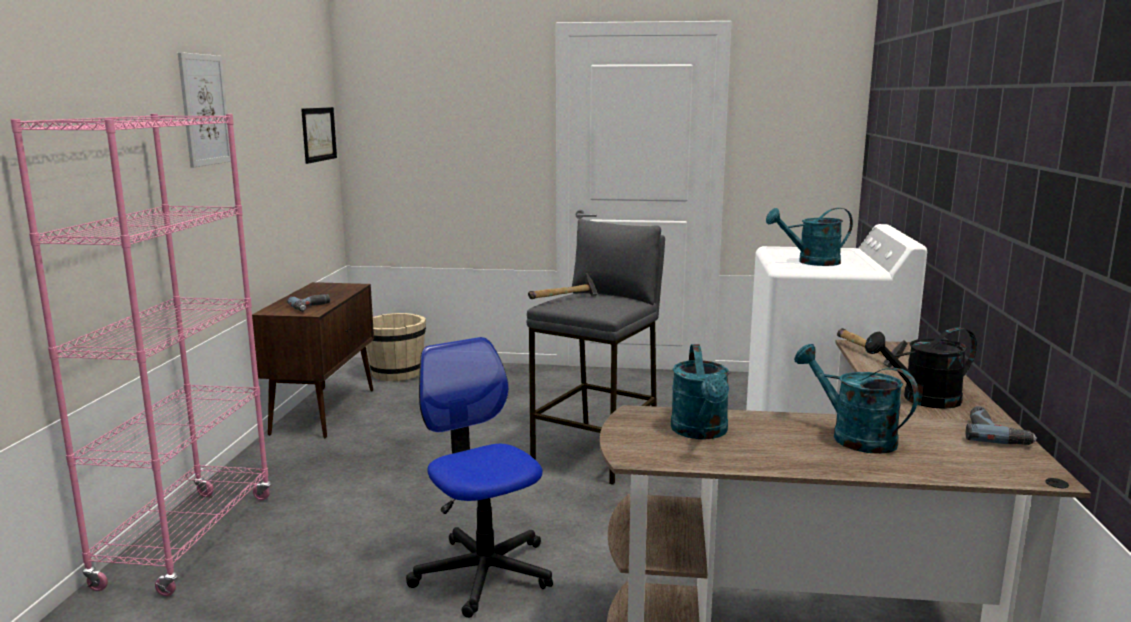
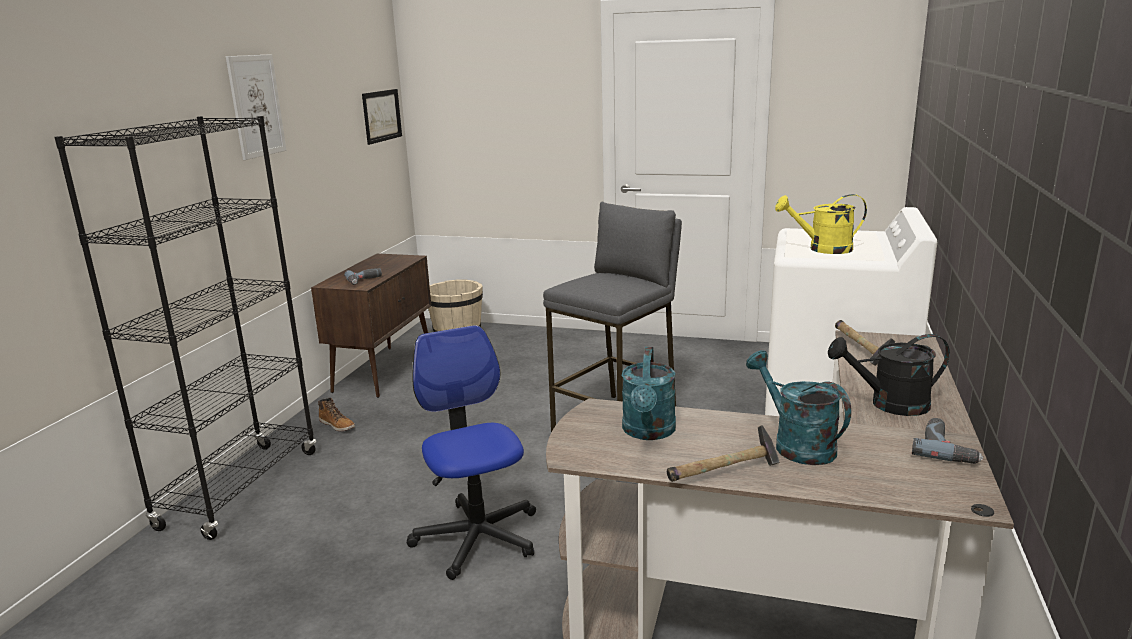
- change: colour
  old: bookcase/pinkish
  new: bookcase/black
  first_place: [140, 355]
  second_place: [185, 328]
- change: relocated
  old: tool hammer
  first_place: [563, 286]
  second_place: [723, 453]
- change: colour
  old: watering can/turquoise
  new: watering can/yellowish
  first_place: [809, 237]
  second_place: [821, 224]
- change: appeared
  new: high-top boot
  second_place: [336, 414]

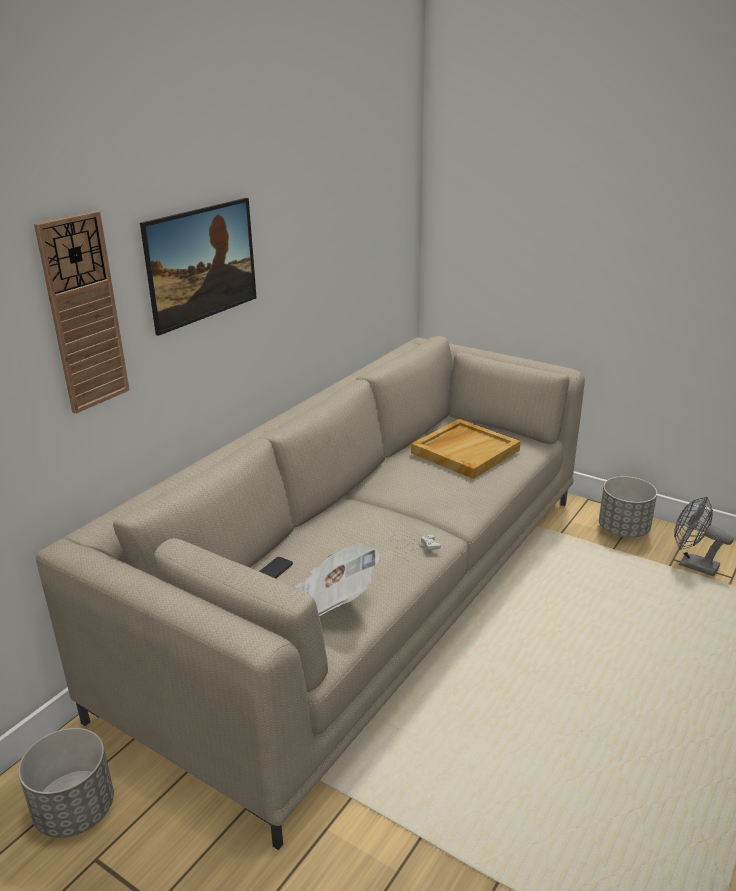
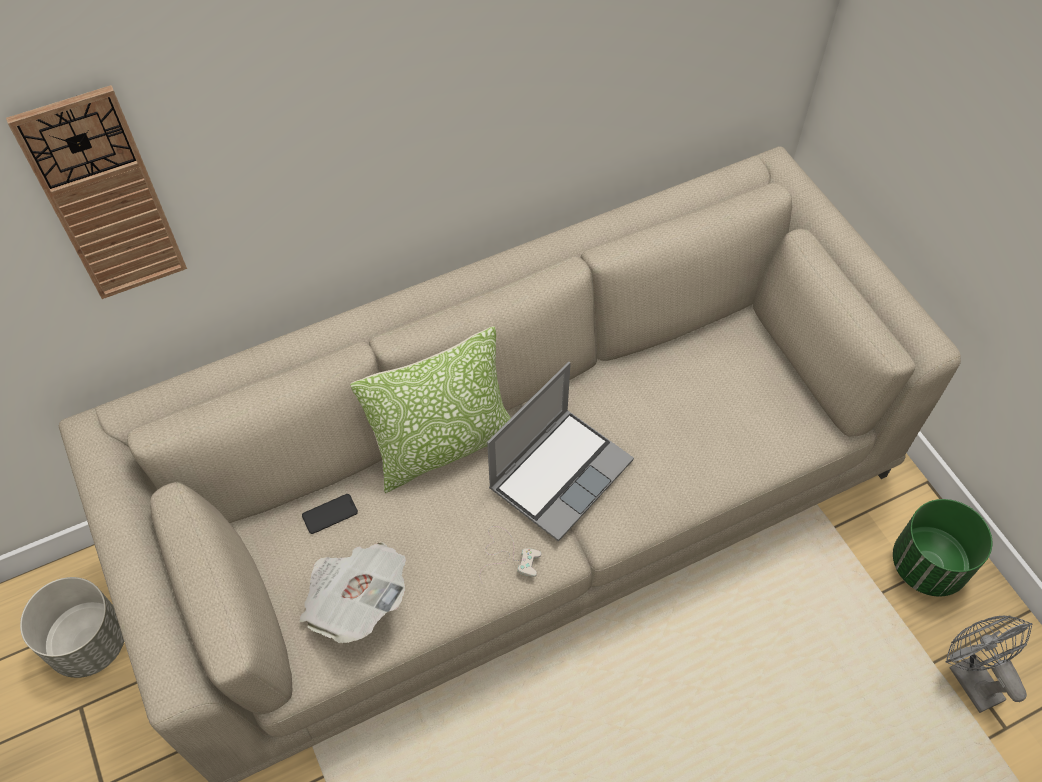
- change: missing
  old: wall art
  first_place: [198, 267]
- change: missing
  old: serving tray/beige
  first_place: [466, 449]
- change: colour
  old: plant pot/gray
  new: plant pot/green-coloured
  first_place: [628, 507]
  second_place: [942, 548]
- change: appeared
  new: pillow
  second_place: [430, 409]
- change: appeared
  new: portable computer
  second_place: [560, 452]

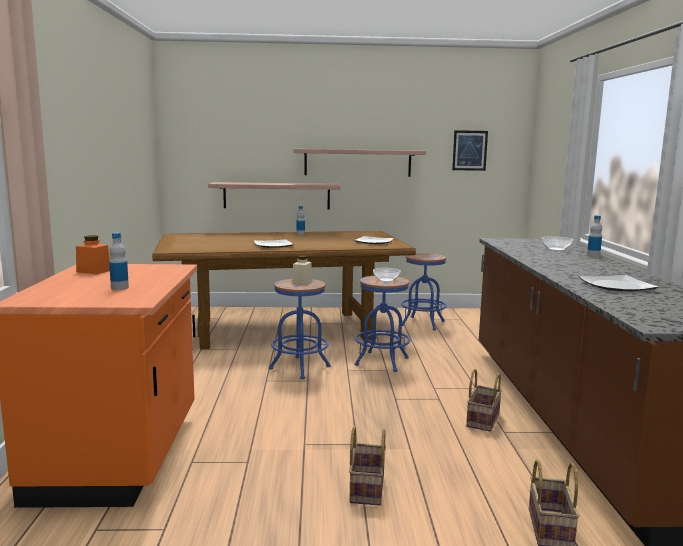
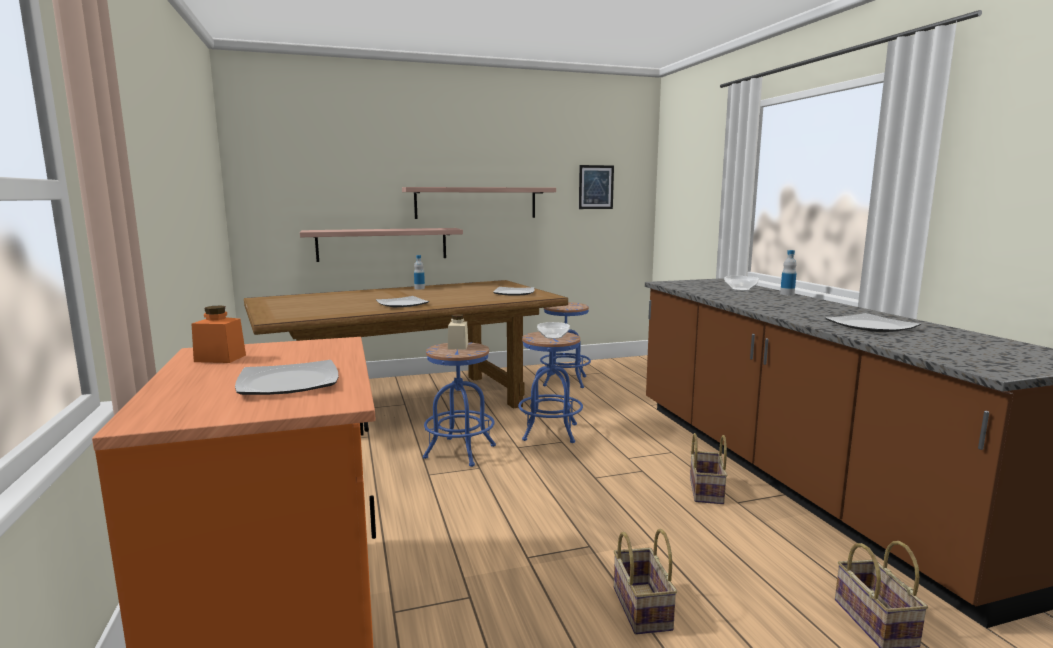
- change: exchanged
  old: drink bottle
  new: dinner plate
  first_place: [119, 261]
  second_place: [287, 377]

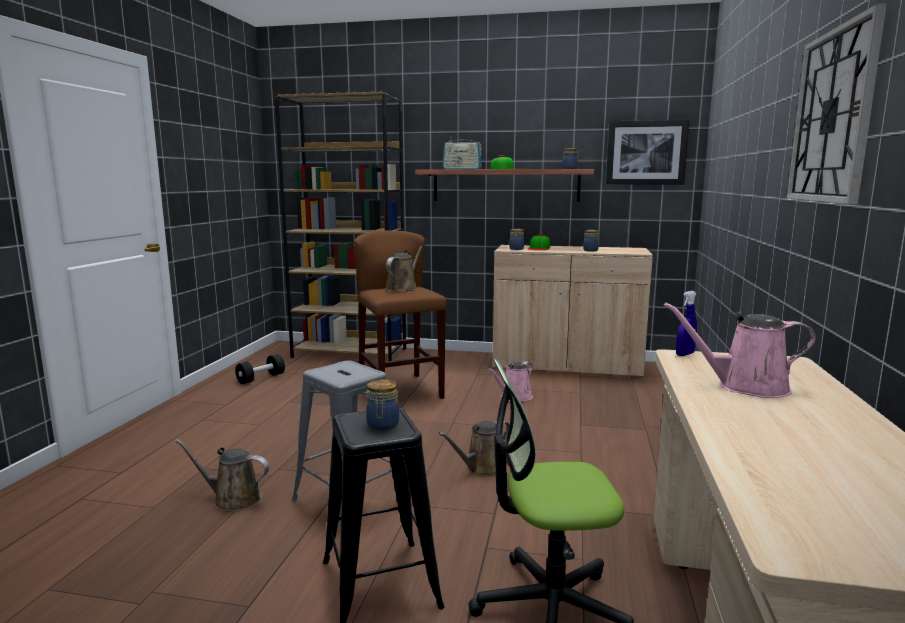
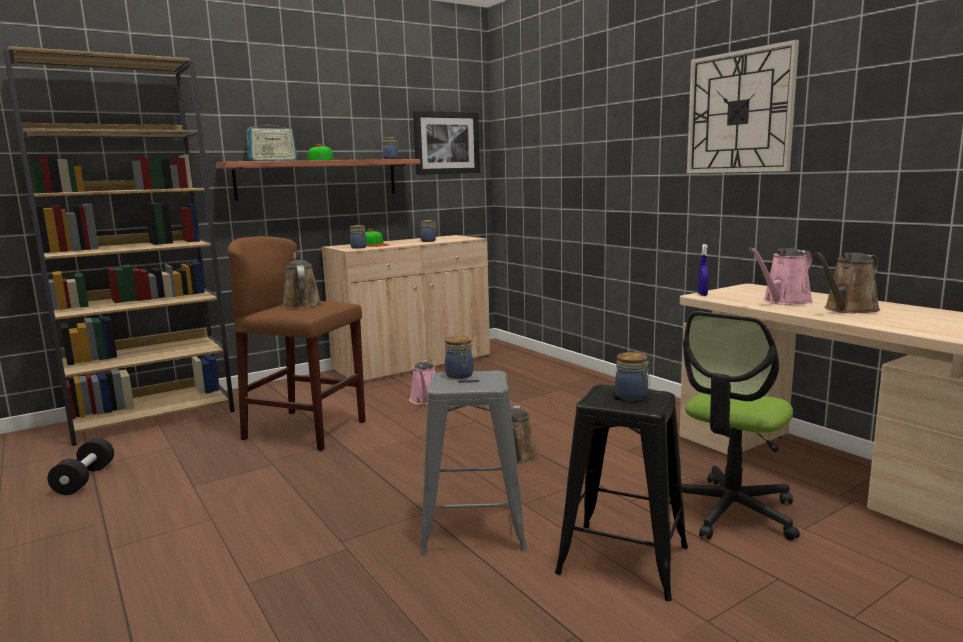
- change: relocated
  old: watering can/brownish
  first_place: [222, 475]
  second_place: [847, 282]
- change: appeared
  new: preserve jar
  second_place: [459, 357]

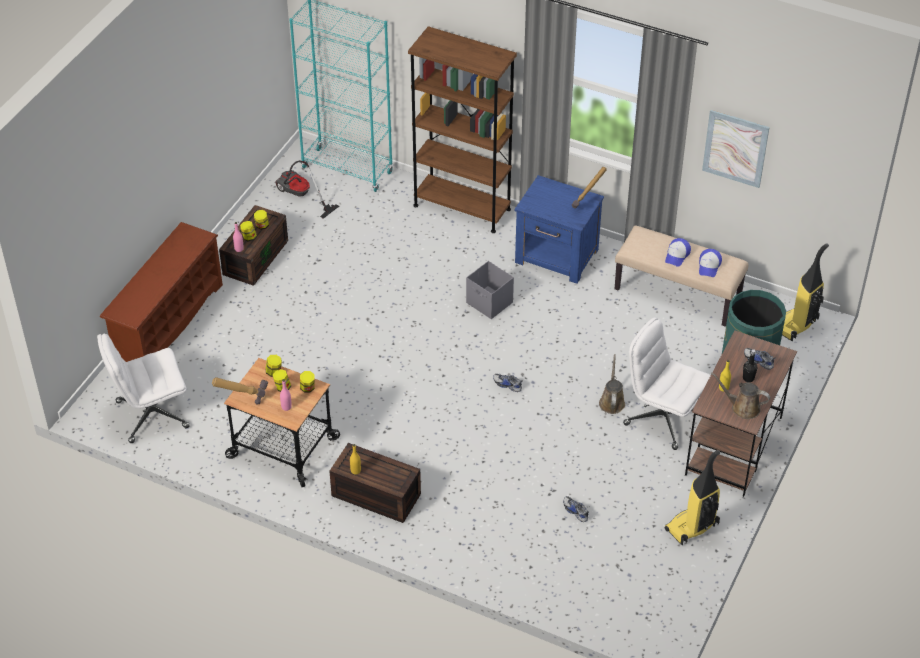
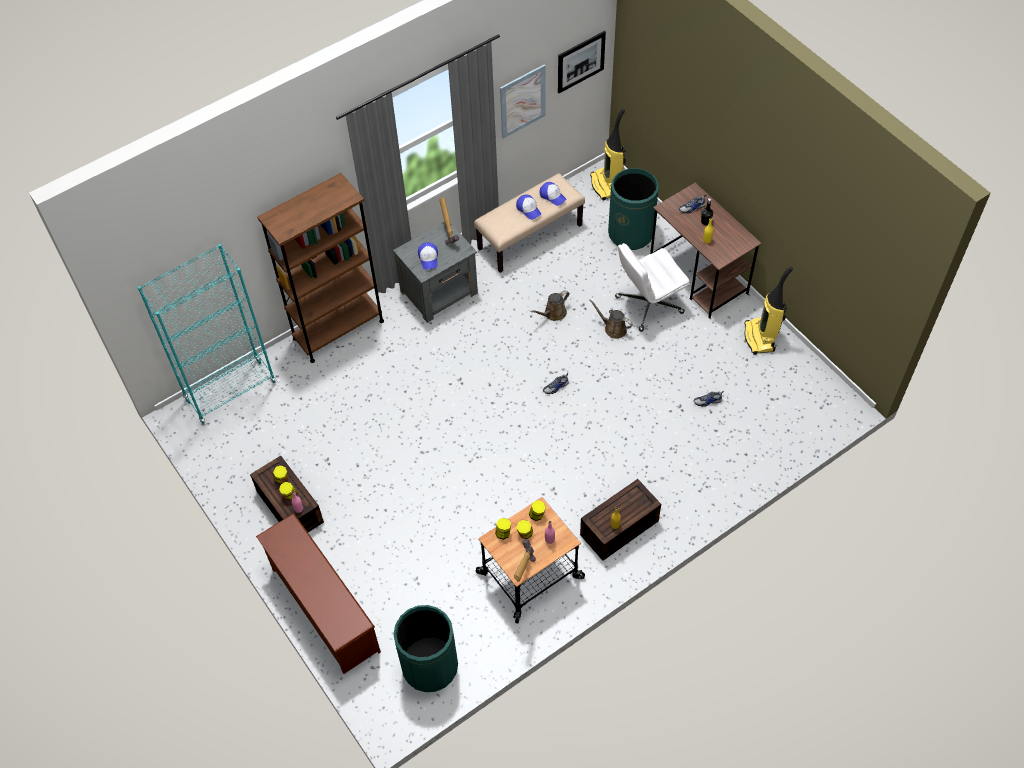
- change: exchanged
  old: office chair/whitish
  new: waste bin/green-coloured
  first_place: [143, 388]
  second_place: [425, 648]
- change: missing
  old: vacuum cleaner
  first_place: [307, 189]
- change: missing
  old: storage container/gray
  first_place: [490, 290]
- change: colour
  old: night table/blue-coloured
  new: night table/gray
  first_place: [559, 229]
  second_place: [435, 272]
- change: relocated
  old: watering can/brownish
  first_place: [740, 395]
  second_place: [550, 305]
- change: appeared
  new: baseball cap
  second_place: [428, 256]
- change: appeared
  new: wall art
  second_place: [582, 62]

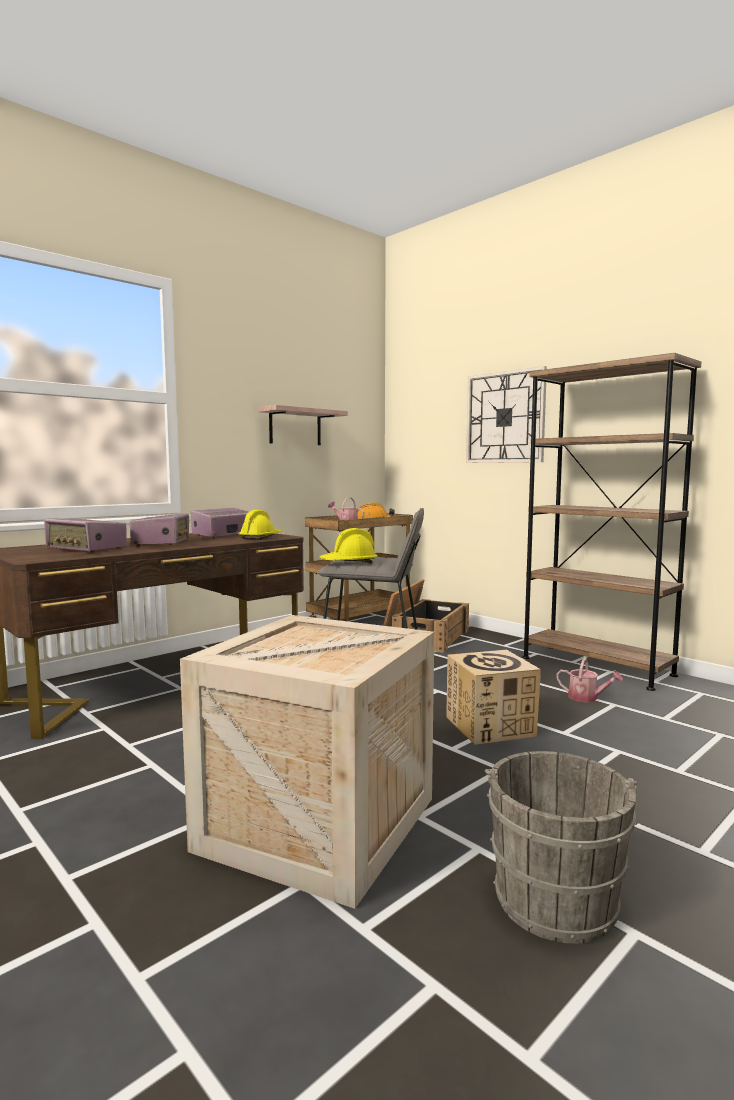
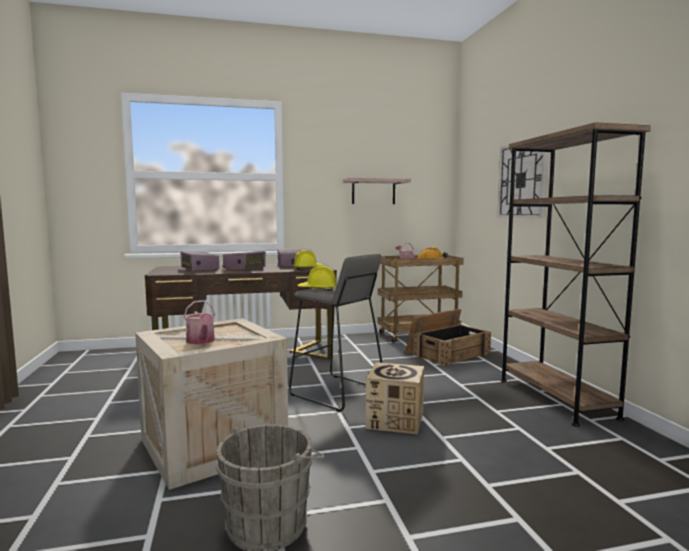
- change: relocated
  old: watering can
  first_place: [589, 680]
  second_place: [199, 322]

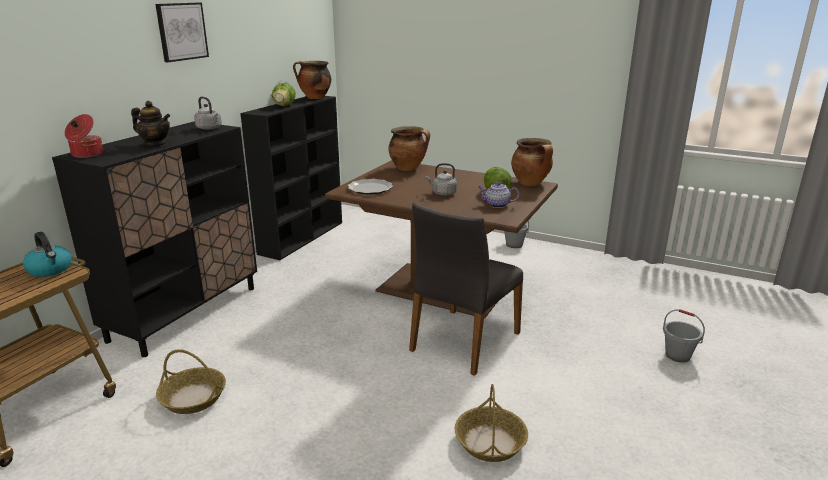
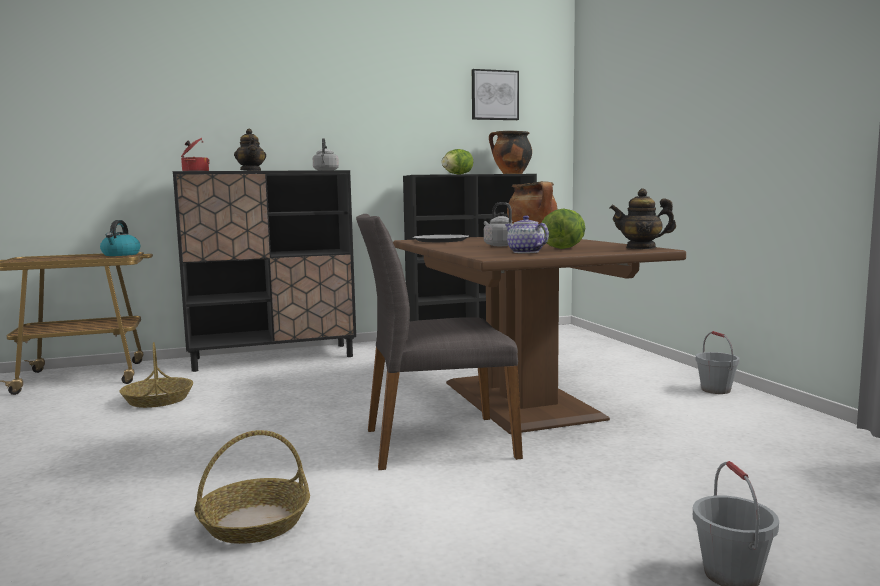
- change: relocated
  old: wall art
  first_place: [182, 32]
  second_place: [495, 94]
- change: exchanged
  old: saucepot
  new: teapot
  first_place: [532, 162]
  second_place: [643, 218]

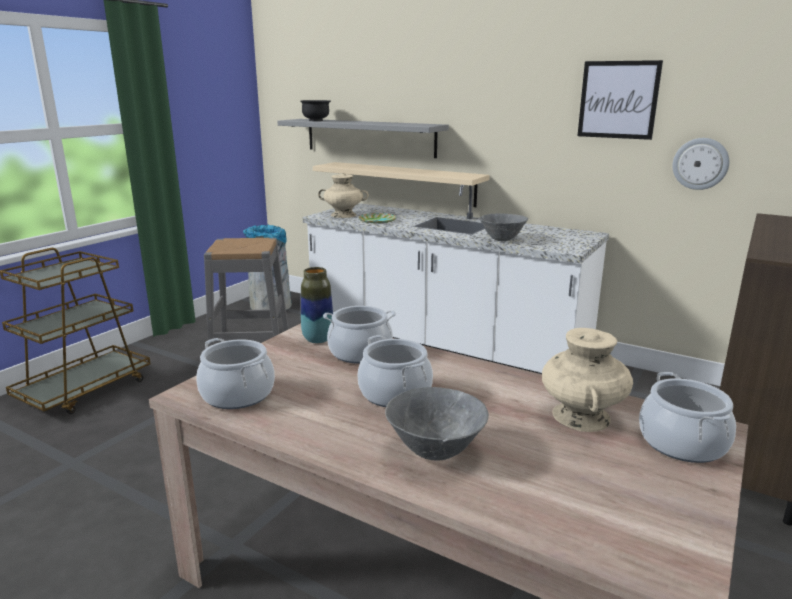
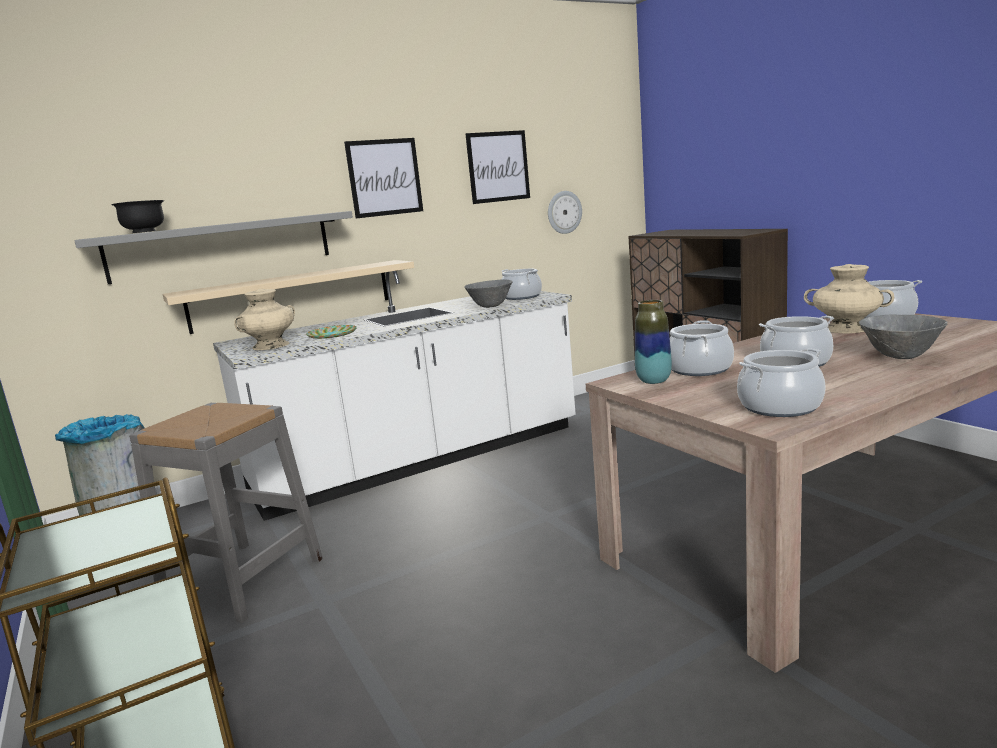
- change: appeared
  new: wall art
  second_place: [383, 178]
- change: appeared
  new: saucepot
  second_place: [522, 284]

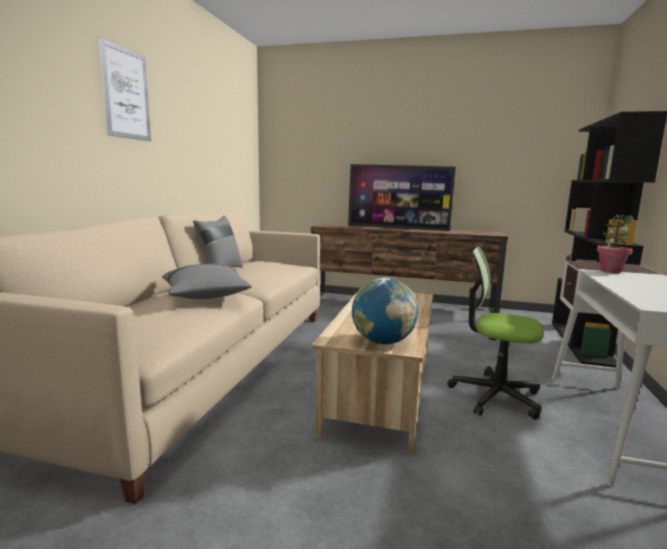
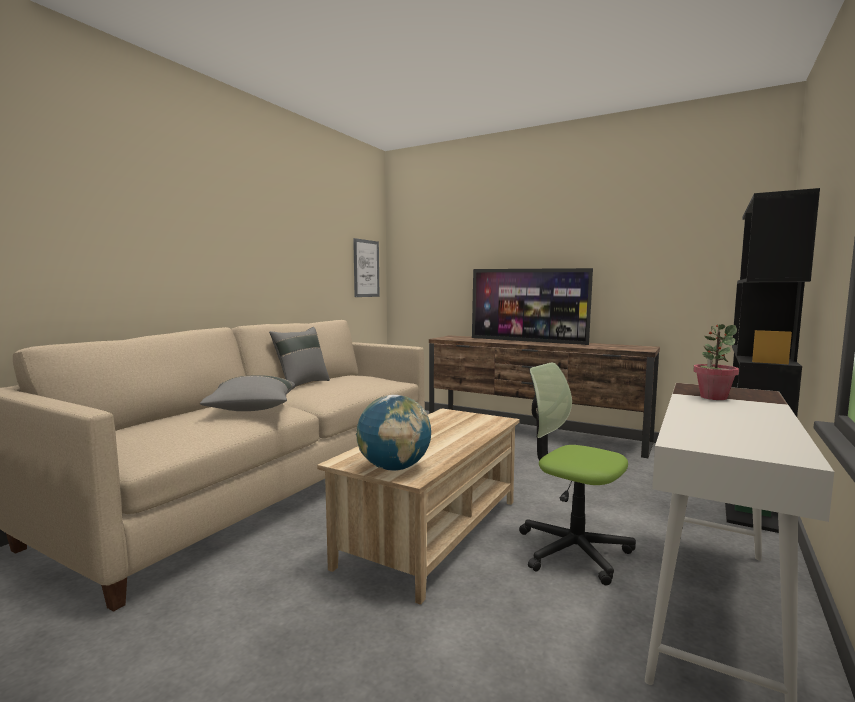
- change: relocated
  old: wall art
  first_place: [125, 89]
  second_place: [366, 267]

